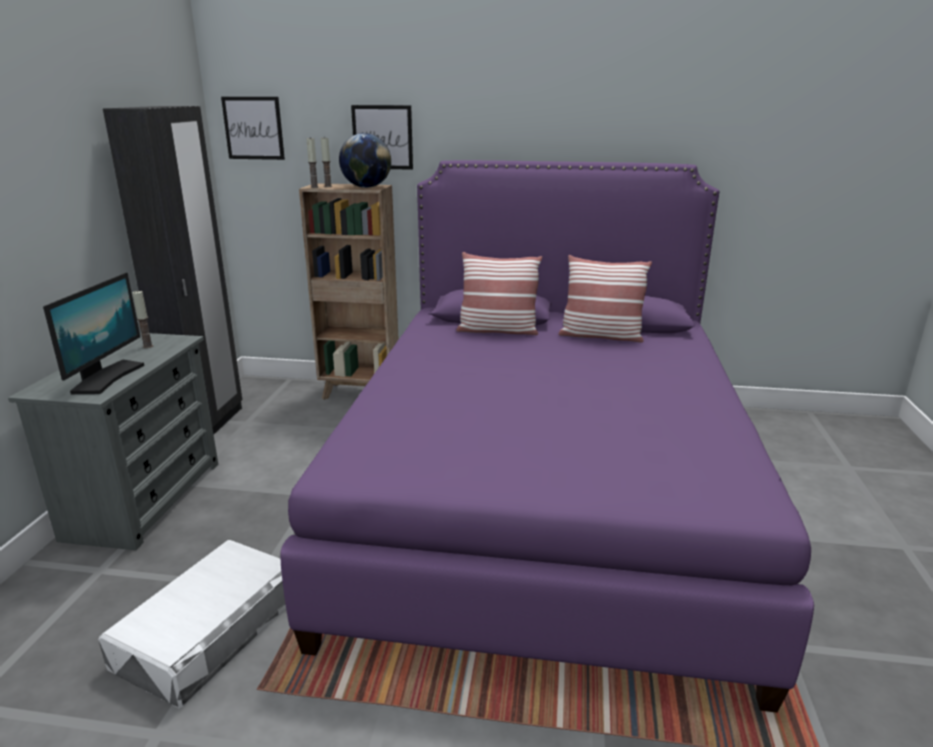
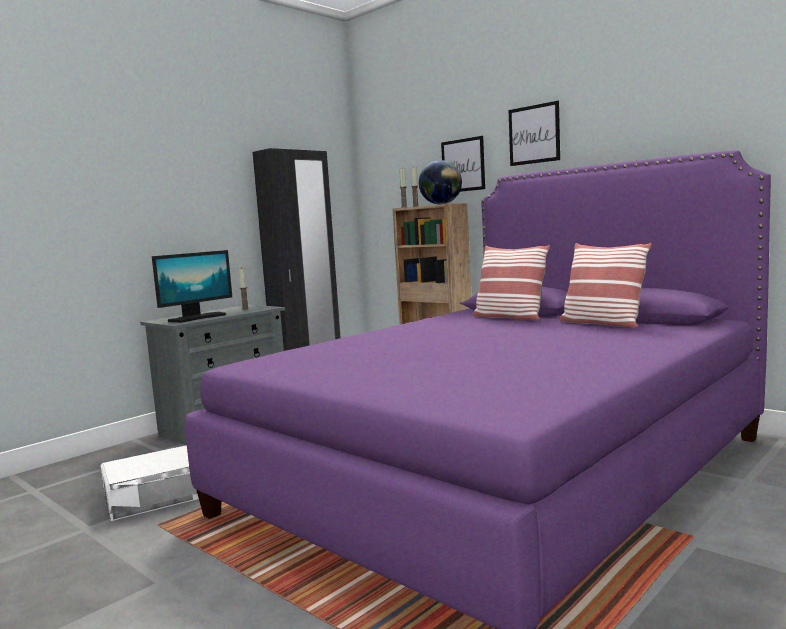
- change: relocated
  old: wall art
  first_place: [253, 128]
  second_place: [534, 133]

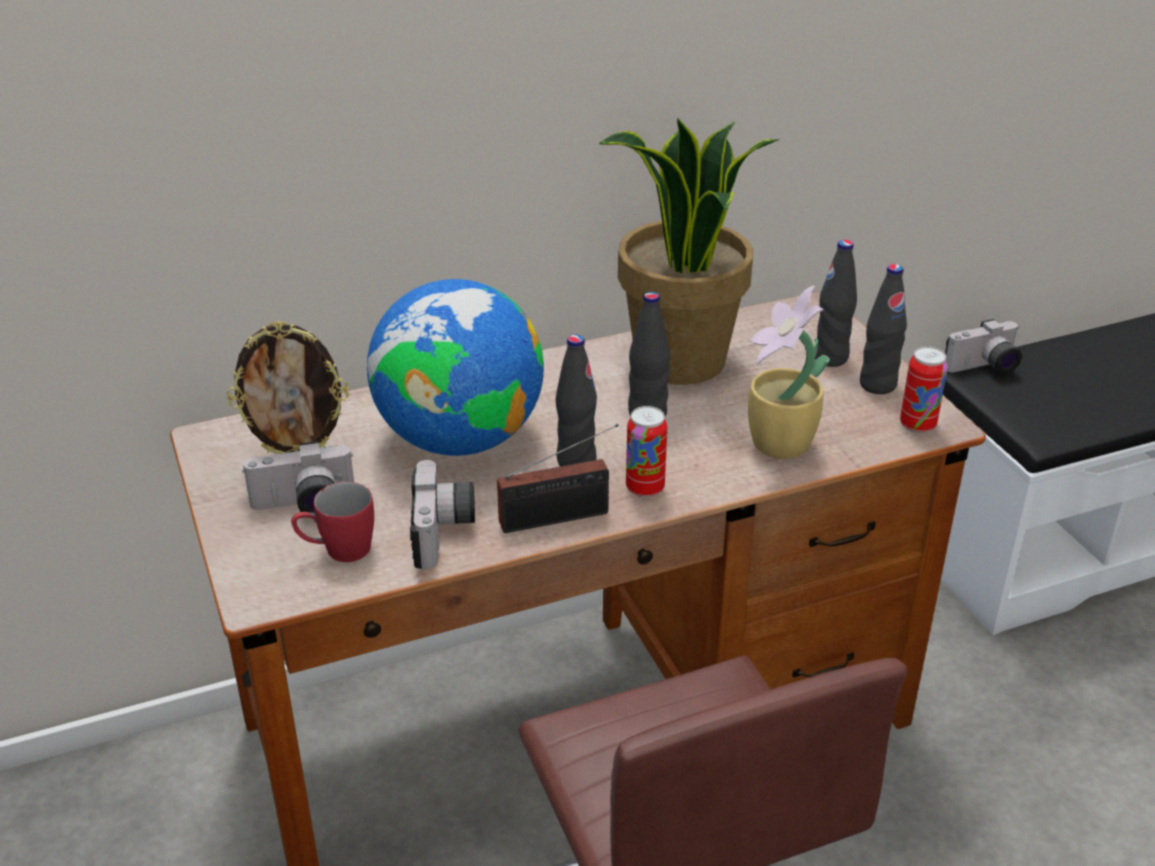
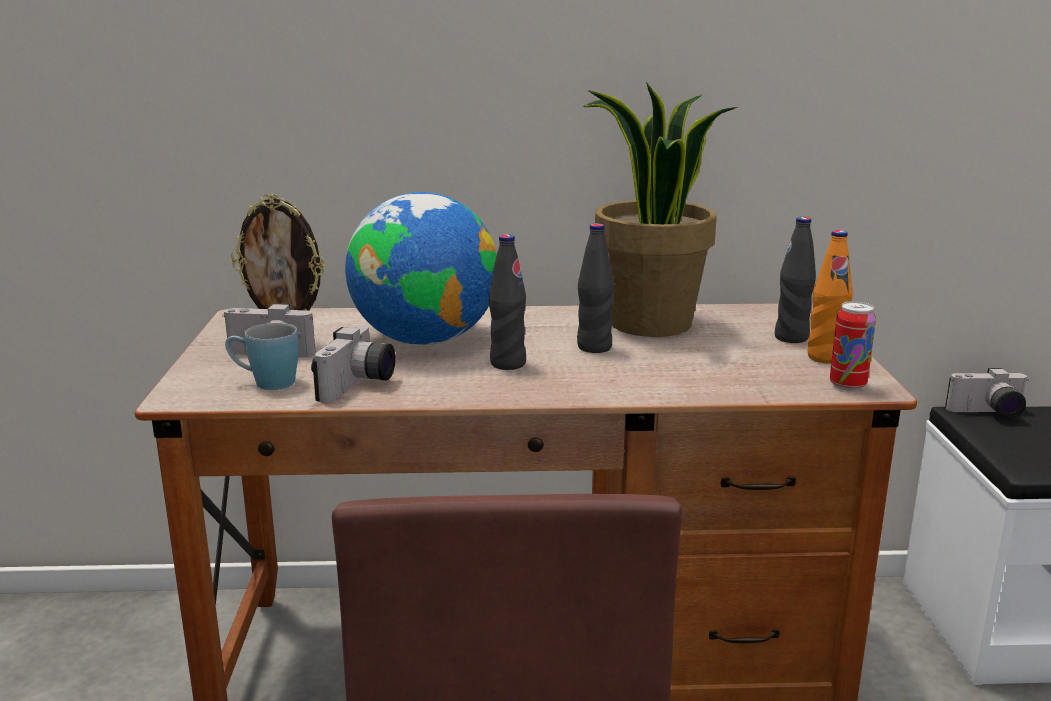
- change: colour
  old: coffee mug/reddish
  new: coffee mug/blue-coloured
  first_place: [332, 522]
  second_place: [262, 356]
- change: missing
  old: radio receiver
  first_place: [558, 478]
- change: missing
  old: metal can
  first_place: [646, 452]
- change: missing
  old: plant in a pot
  first_place: [789, 372]
- change: colour
  old: drink bottle/black
  new: drink bottle/orange-coloured
  first_place: [883, 329]
  second_place: [830, 297]

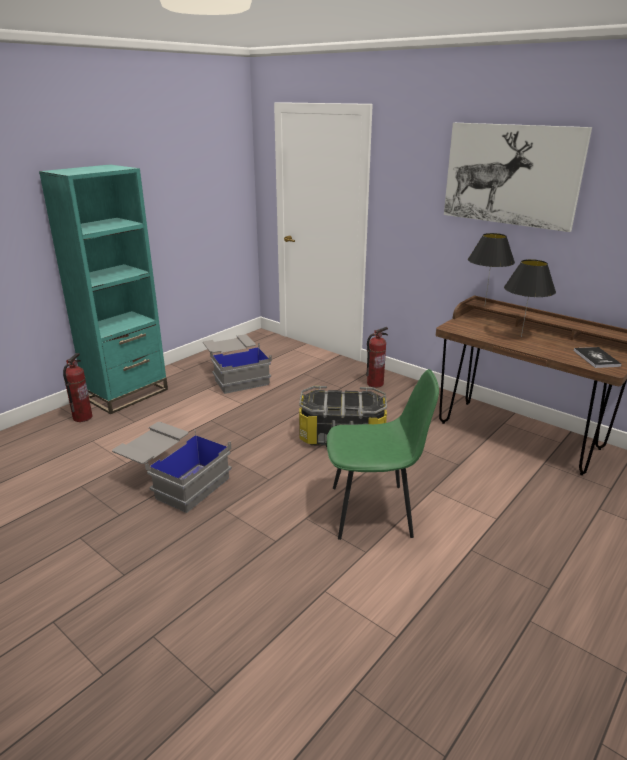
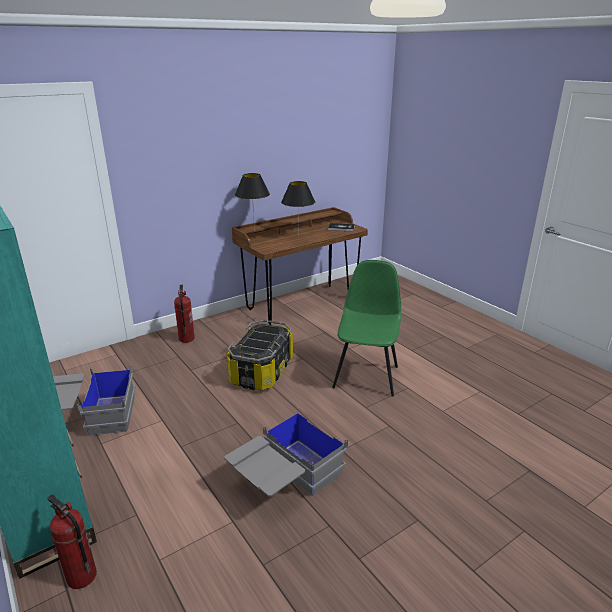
- change: missing
  old: wall art
  first_place: [518, 177]

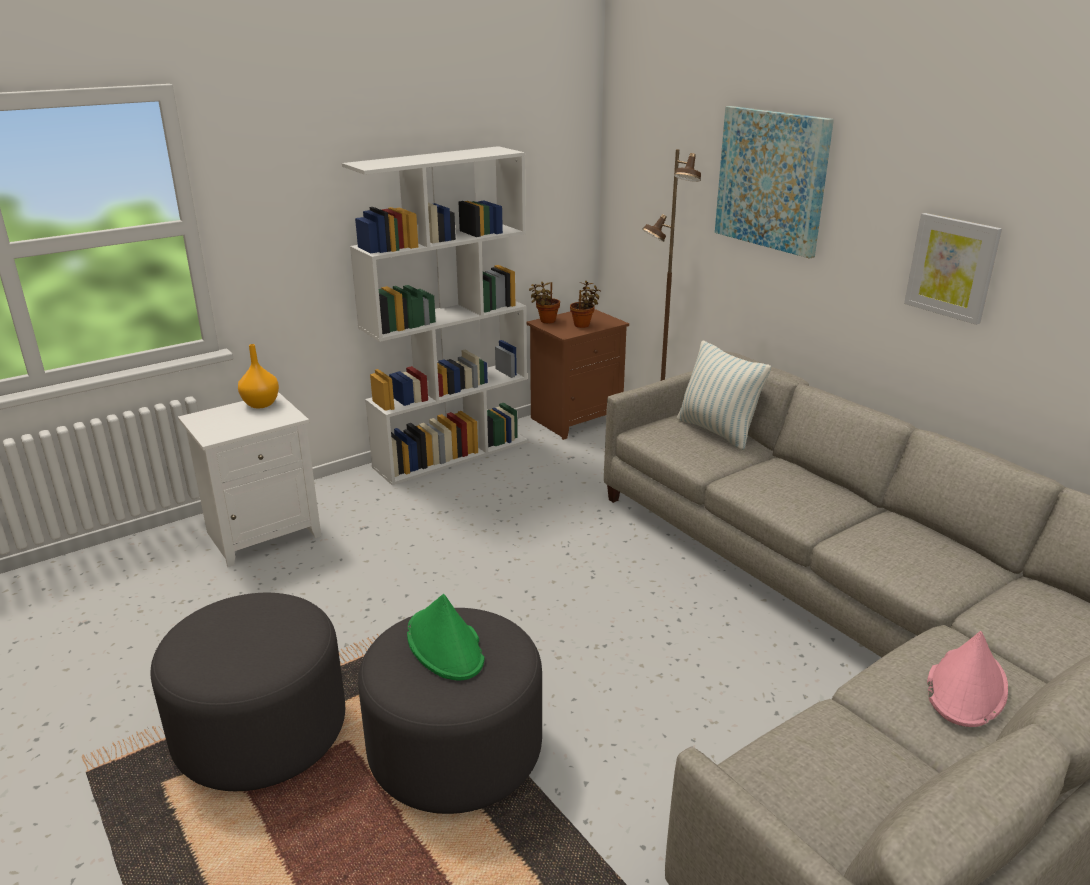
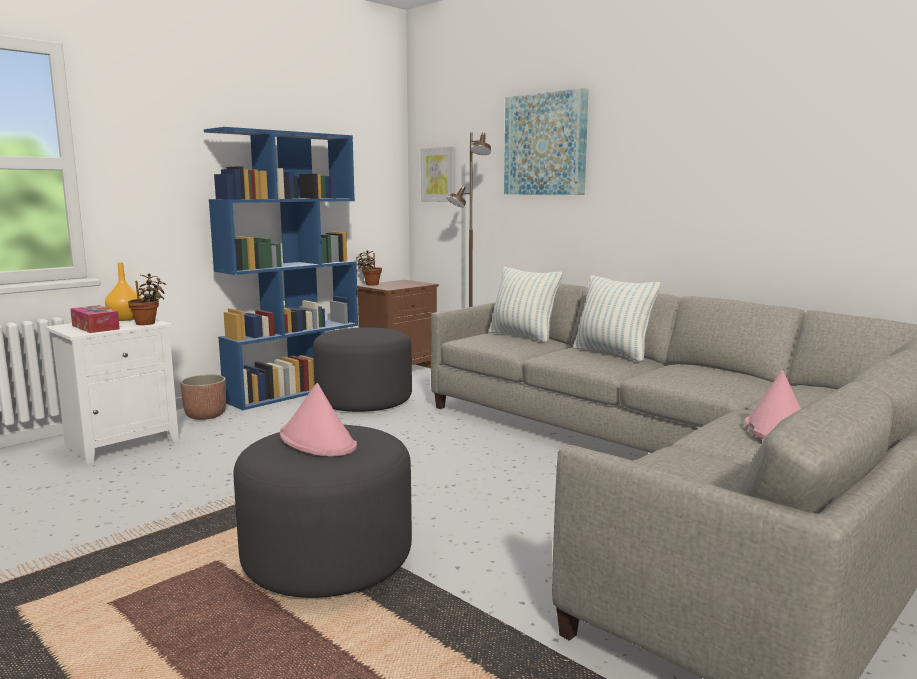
- change: relocated
  old: ottoman/gray
  first_place: [247, 692]
  second_place: [362, 370]
- change: colour
  old: bookcase/whitish
  new: bookcase/blue-coloured
  first_place: [435, 315]
  second_place: [281, 268]
- change: colour
  old: clothing hat/green-coloured
  new: clothing hat/pinkish
  first_place: [446, 637]
  second_place: [318, 419]
- change: relocated
  old: plant in a pot
  first_place: [585, 304]
  second_place: [147, 299]
- change: relocated
  old: wall art
  first_place: [953, 269]
  second_place: [437, 174]
- change: appeared
  new: tissue box
  second_place: [95, 319]
- change: appeared
  new: plant pot
  second_place: [203, 397]
- change: appeared
  new: pillow
  second_place: [617, 318]

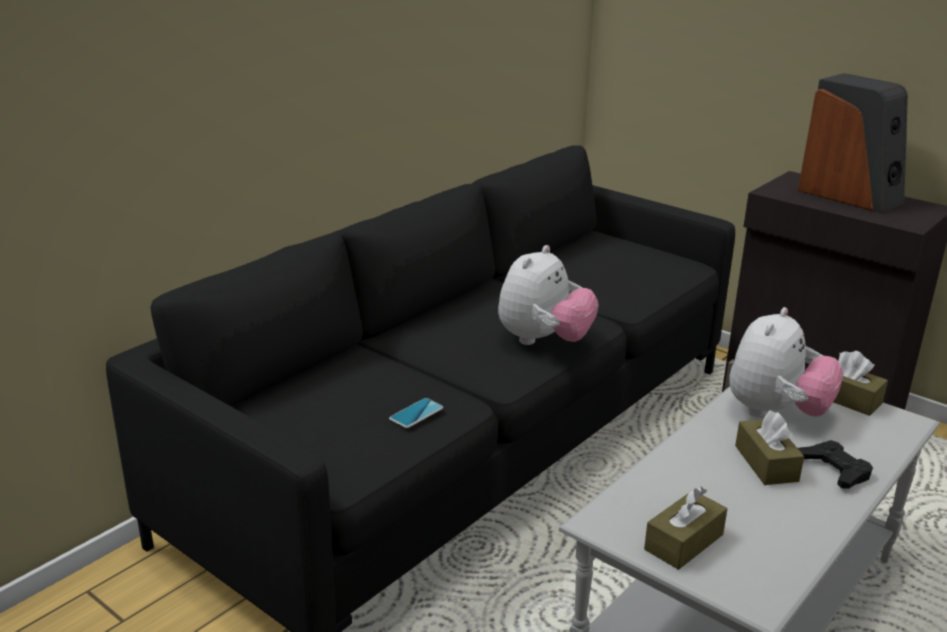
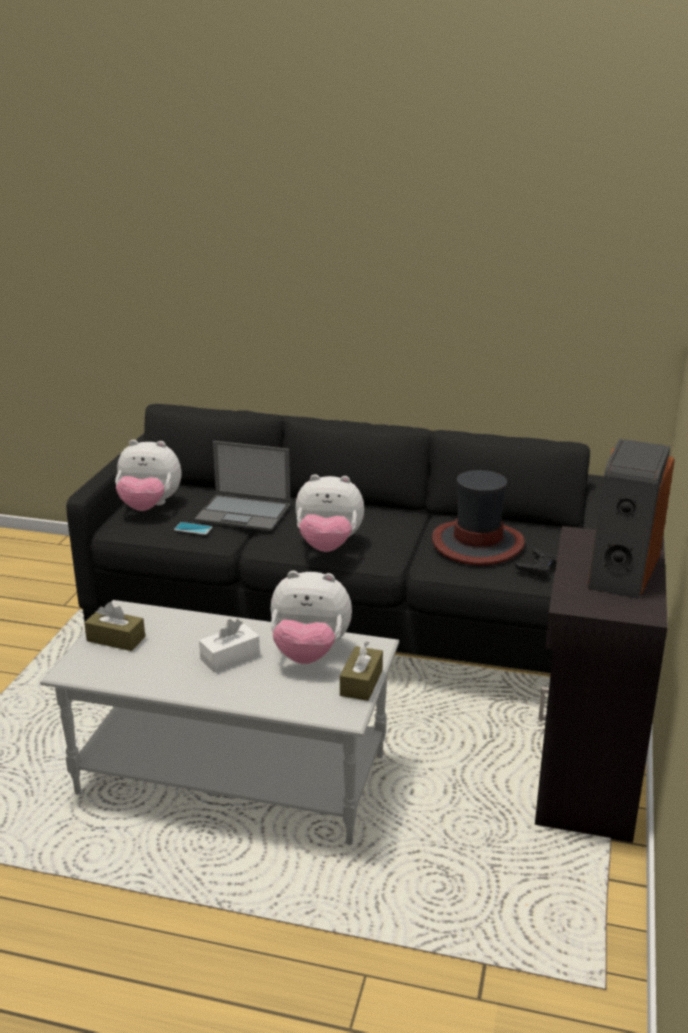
- change: colour
  old: tissue box/brownish
  new: tissue box/whitish
  first_place: [769, 447]
  second_place: [229, 645]
- change: relocated
  old: joypad/black
  first_place: [835, 464]
  second_place: [536, 562]
- change: appeared
  new: cuddly toy
  second_place: [148, 475]
- change: appeared
  new: portable computer
  second_place: [242, 486]
- change: appeared
  new: clothing hat
  second_place: [478, 517]

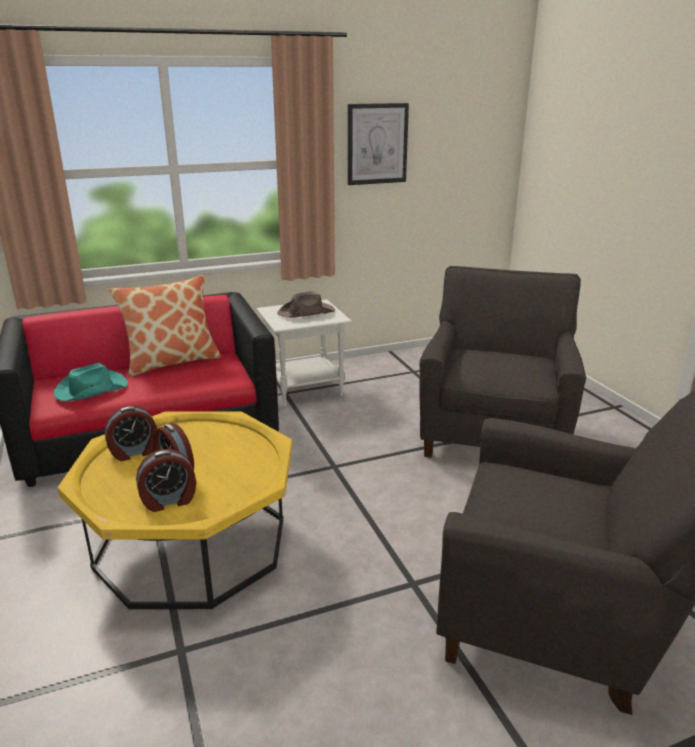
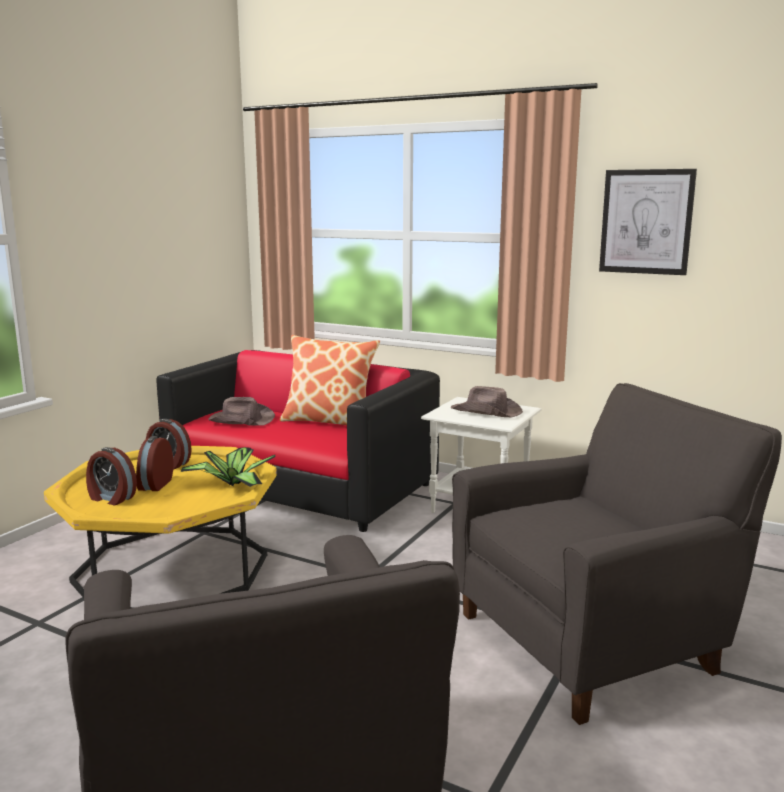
- change: colour
  old: clothing hat/turquoise
  new: clothing hat/brownish
  first_place: [90, 382]
  second_place: [241, 411]
- change: appeared
  new: plant in a pot
  second_place: [228, 467]

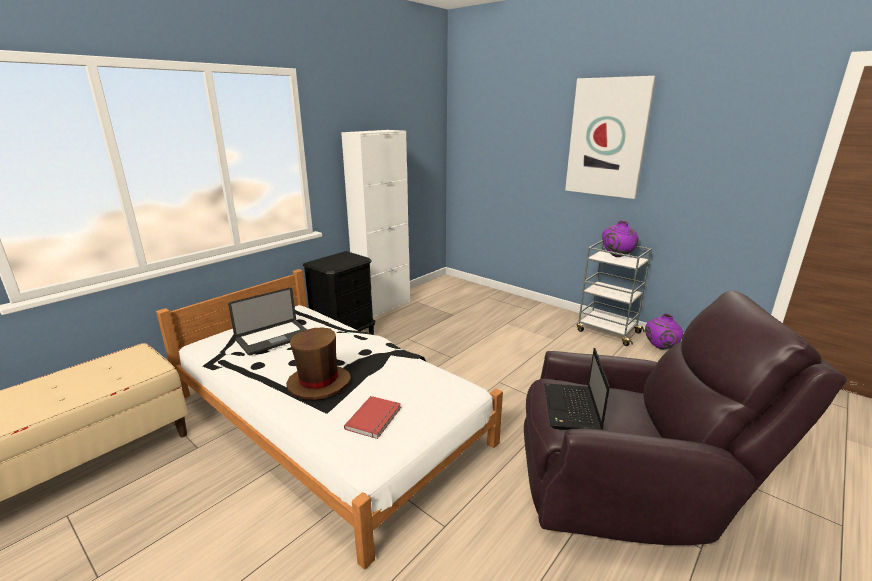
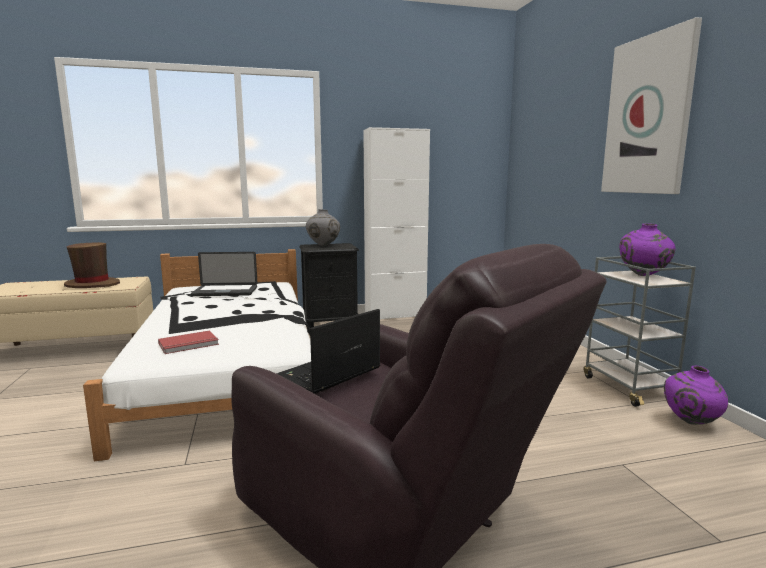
- change: relocated
  old: clothing hat/brownish
  first_place: [318, 364]
  second_place: [92, 265]
- change: appeared
  new: decorative vase/gray
  second_place: [323, 227]

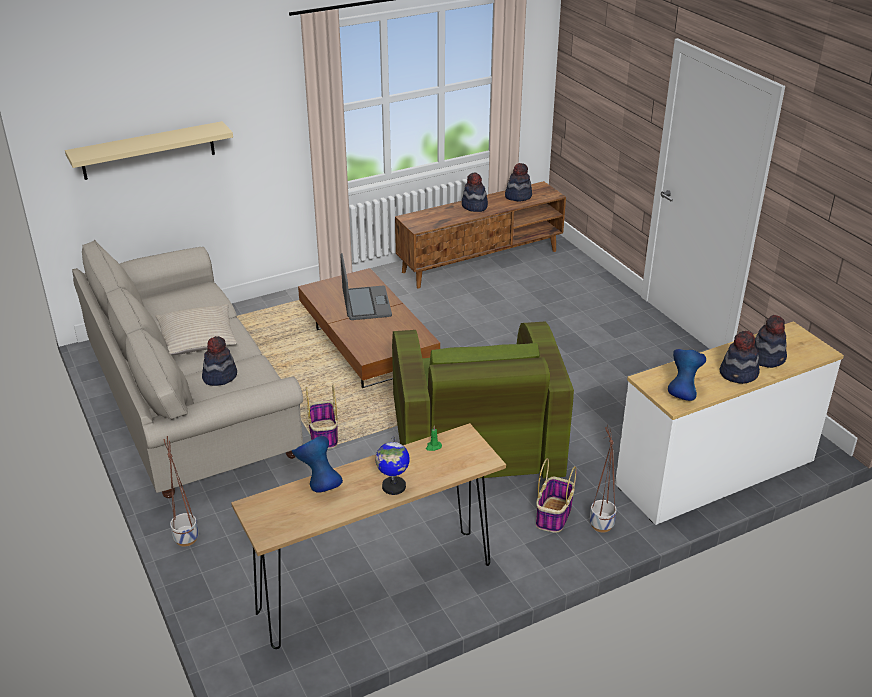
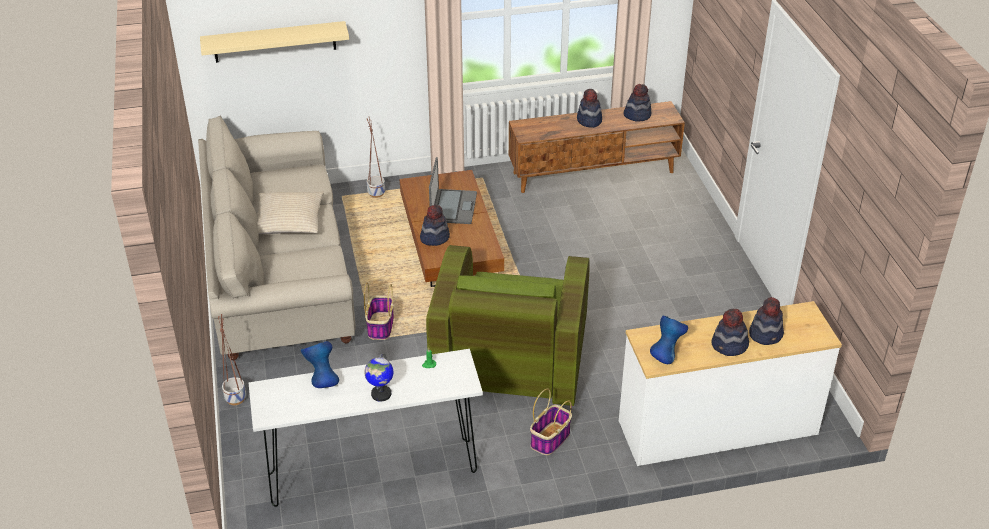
- change: relocated
  old: clothing hat
  first_place: [219, 361]
  second_place: [435, 225]
- change: colour
  old: hall table/brownish
  new: hall table/whitish
  first_place: [368, 536]
  second_place: [366, 428]
- change: relocated
  old: plant pot
  first_place: [603, 479]
  second_place: [376, 158]

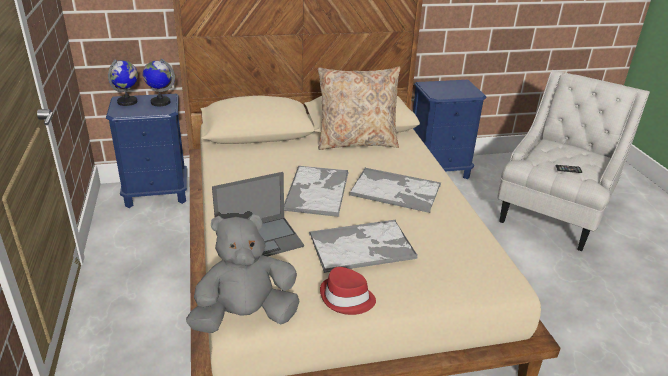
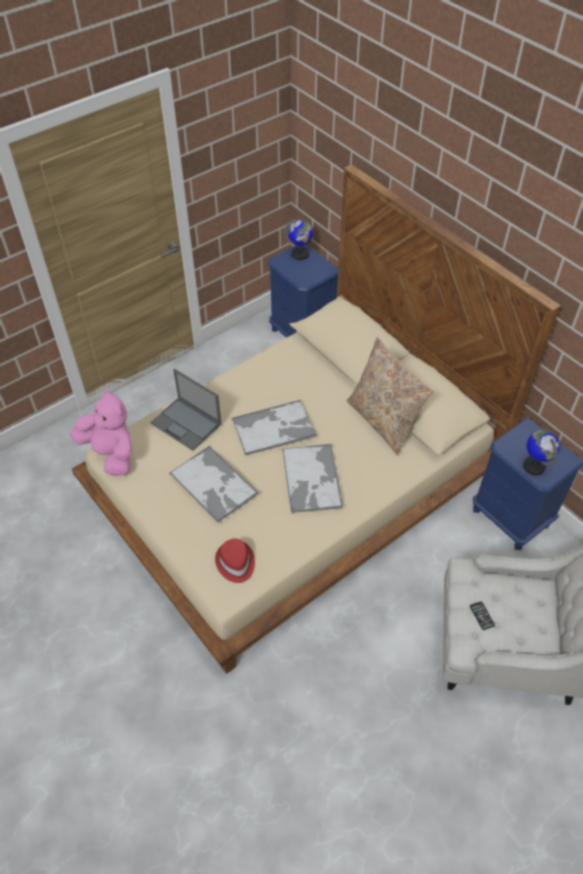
- change: relocated
  old: desk globe
  first_place: [159, 82]
  second_place: [541, 453]
- change: colour
  old: cuddly toy/gray
  new: cuddly toy/pinkish
  first_place: [243, 273]
  second_place: [101, 432]
- change: relocated
  old: clothing hat/reddish
  first_place: [348, 291]
  second_place: [235, 561]

